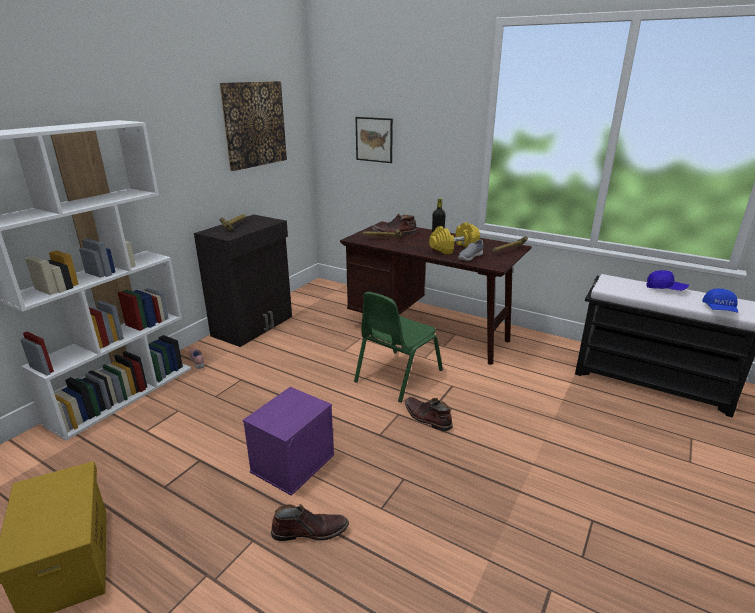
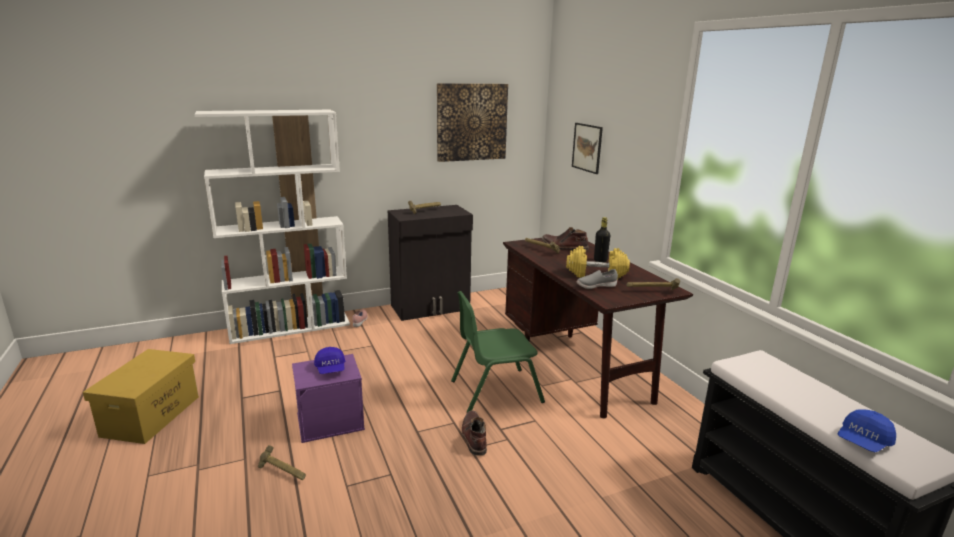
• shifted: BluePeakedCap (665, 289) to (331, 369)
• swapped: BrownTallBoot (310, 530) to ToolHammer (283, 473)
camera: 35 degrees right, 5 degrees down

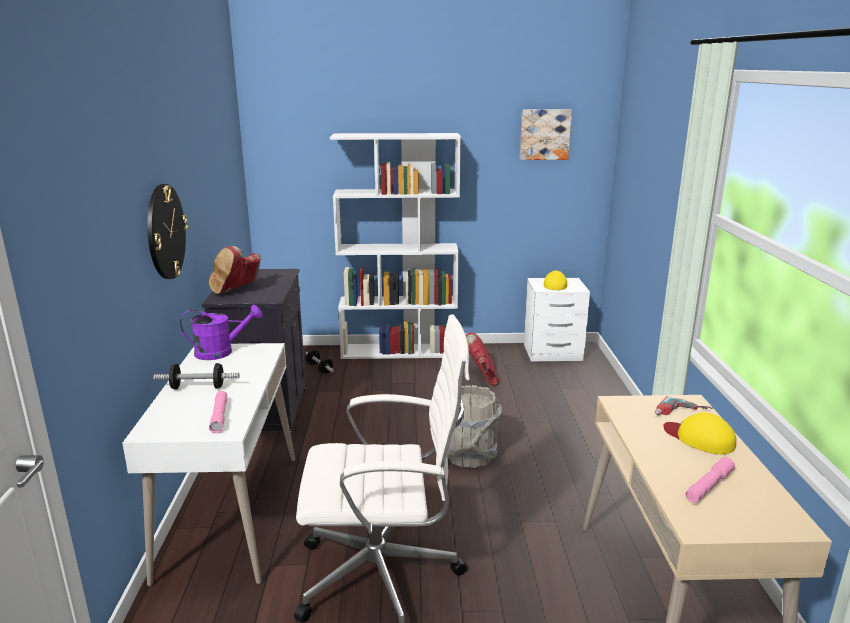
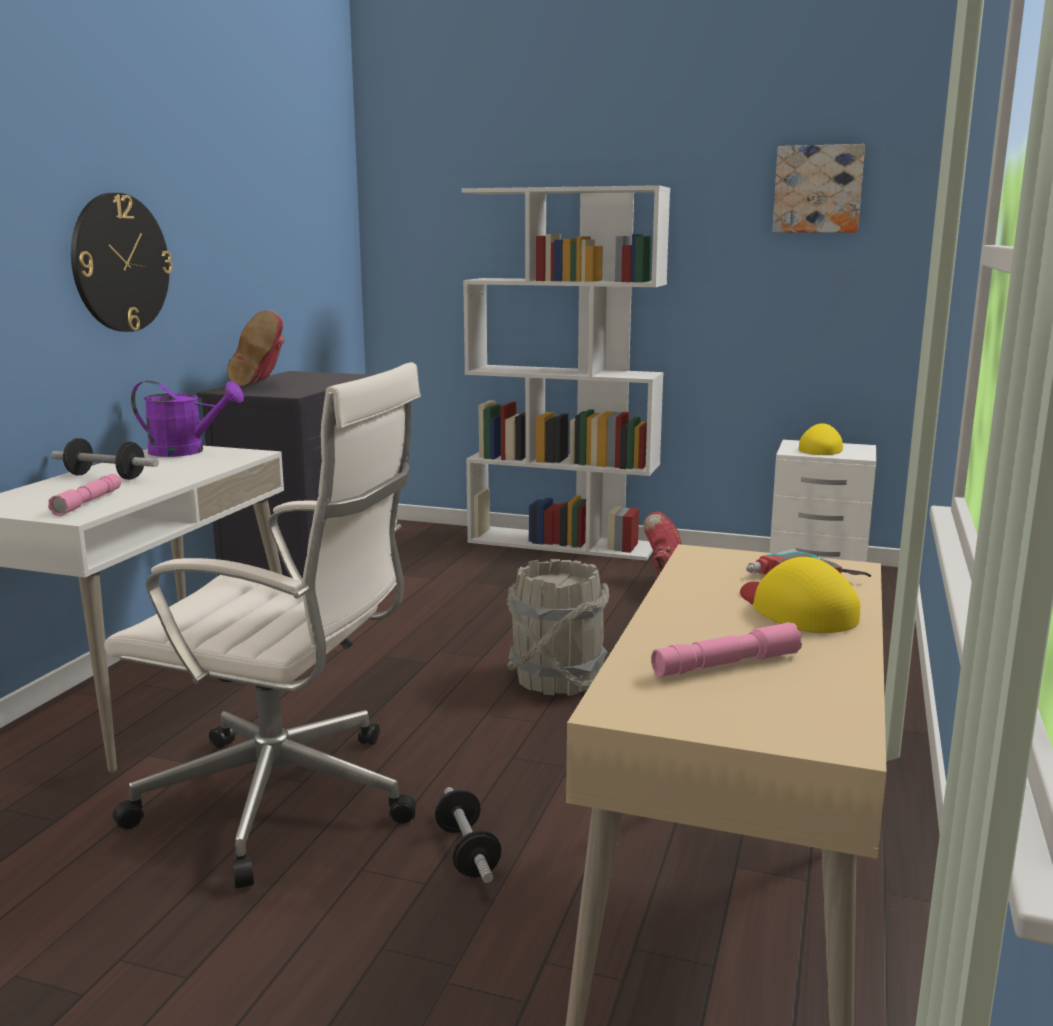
• shifted: FreeWeight (319, 368) to (467, 852)
• rotated: RedColouredTallBoot (237, 291) = (261, 386) 45 degrees counterclockwise
camera: 20 degrees right, 5 degrees down

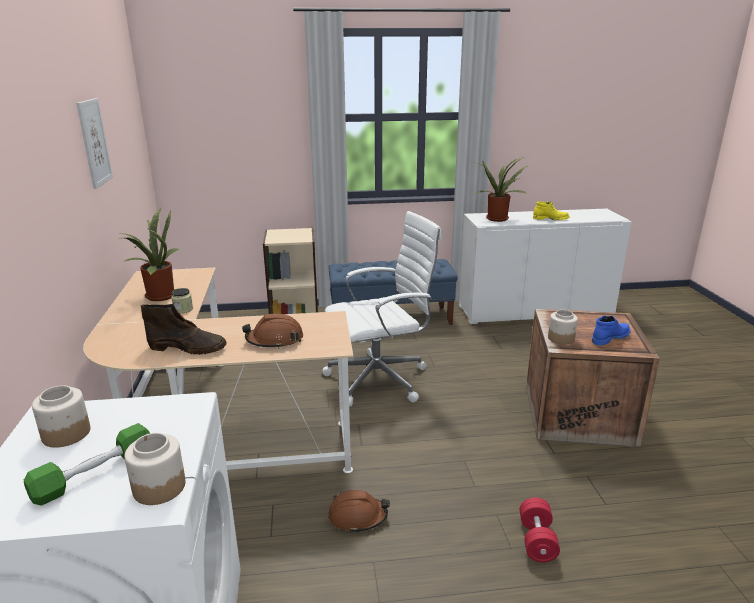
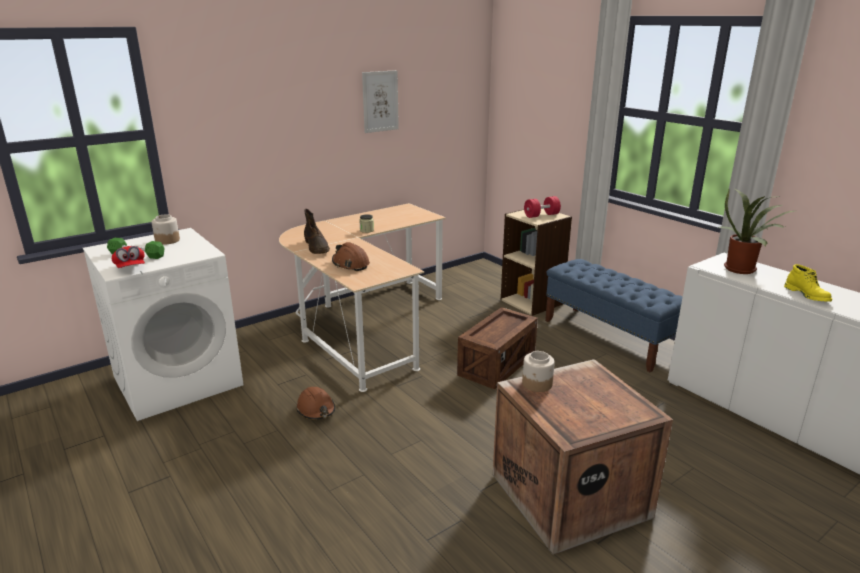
• gone: Houseplant (158, 295)
• gone: BlueTallBoot (609, 338)
• shifted: RedColouredFreeWeight (537, 540) to (541, 215)
• swapped: PreserveJar (159, 487) to RedColouredPeakedCap (130, 268)
• swapped: WhiteComputerChair (380, 379) to Crate (497, 365)
camera: 60 degrees right, 0 degrees up

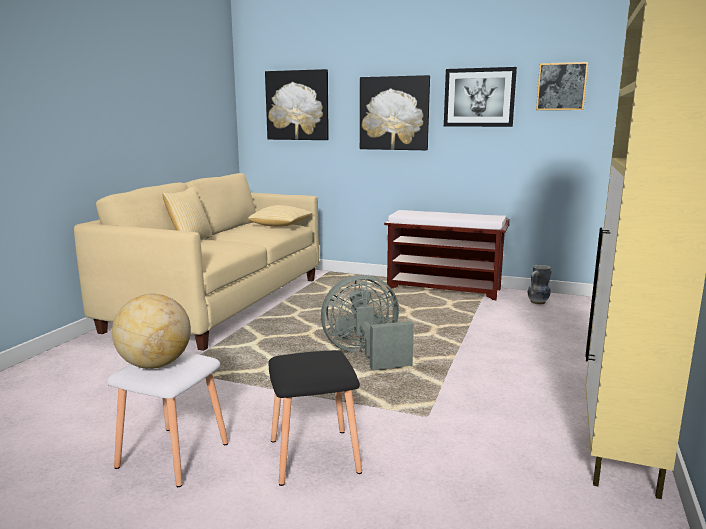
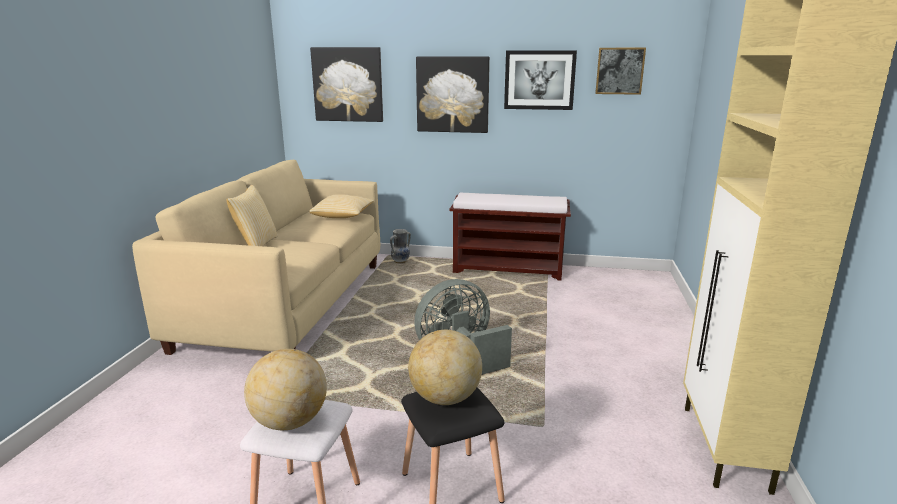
• new: Globe (445, 398)
• shifted: FlowerVase (538, 302) to (400, 262)
camera: 10 degrees left, 5 degrees up

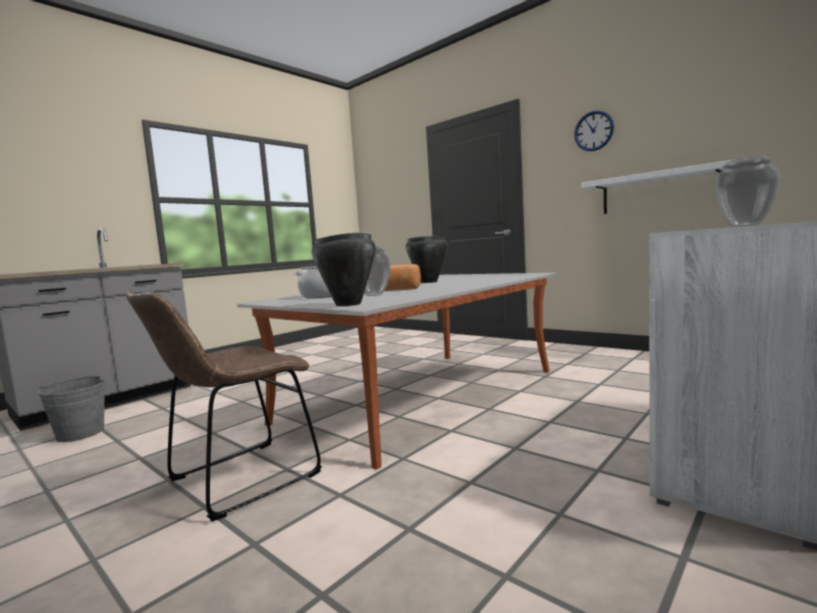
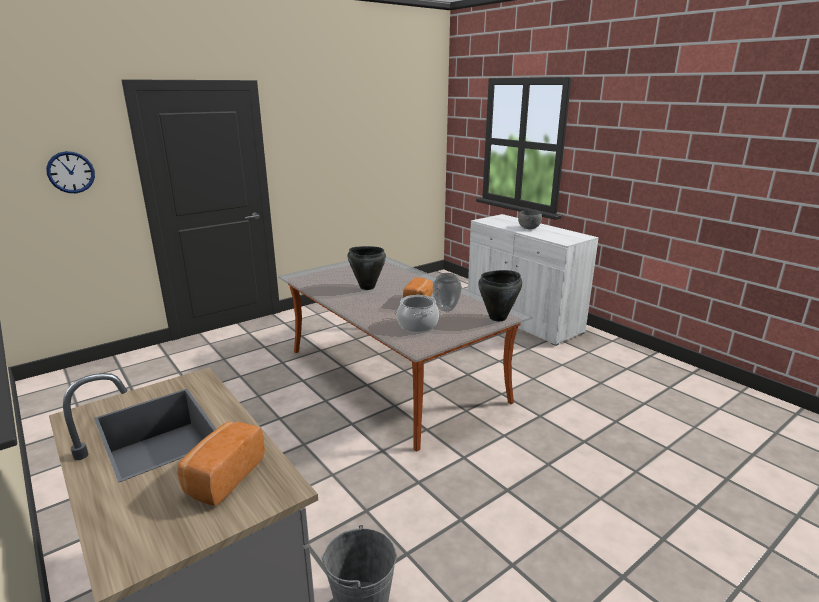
• gone: BrownPlainChair (237, 480)
• gone: WhiteShelf (658, 191)
• new: Bread (222, 477)
• shifted: WallClock (593, 131) to (71, 172)
• swapped: FlowerVase (745, 226) to GreyServingBowl (529, 228)
camera: 80 degrees left, 15 degrees up

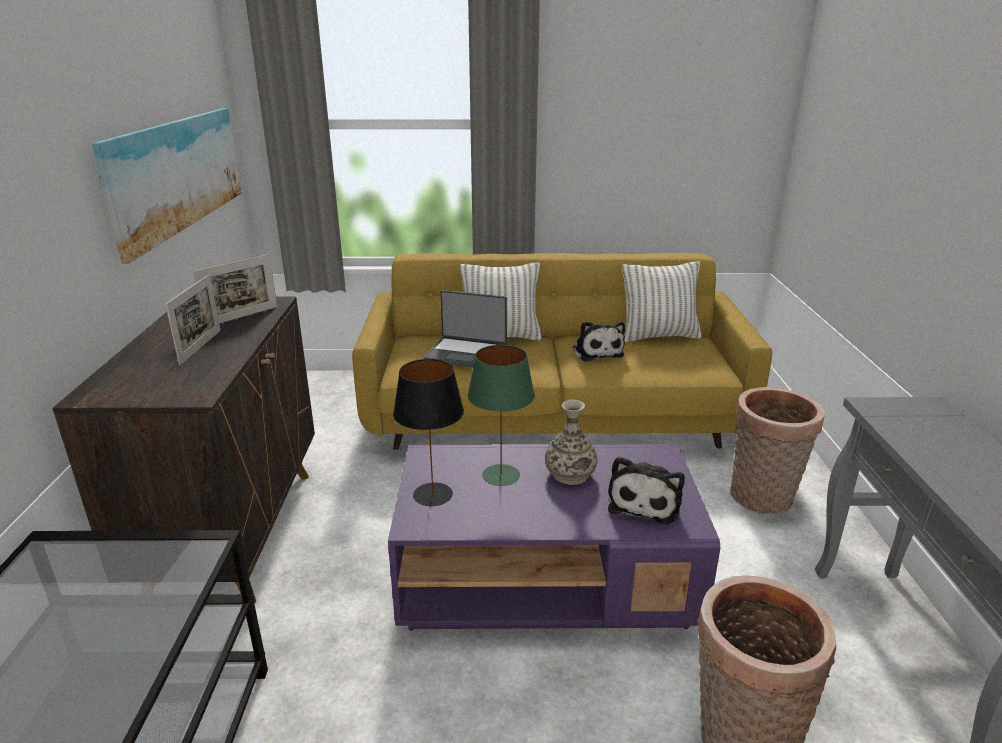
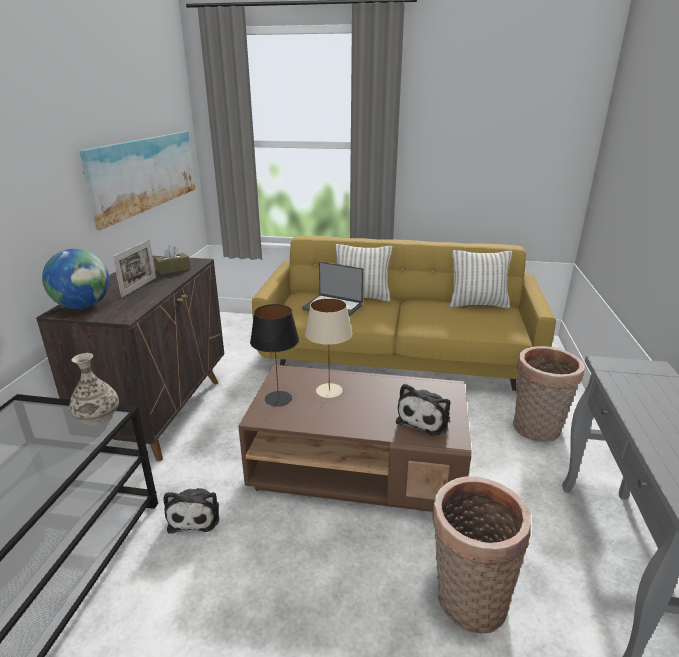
• new: Globe (83, 306)
• shifted: FlowerVase (570, 474) to (97, 416)
• shifted: CuddlyToy (596, 352) to (195, 515)
• swapped: StandingFrame (242, 316) to BrownTissueBox (173, 269)
• repainted: PurpleColouredCoffeeTable (545, 578) to BrownCoffeeTable (358, 467)
• repainted: GreenLampForATable (501, 475) to SandColouredLampForATable (329, 391)
camera: 10 degrees right, 0 degrees up

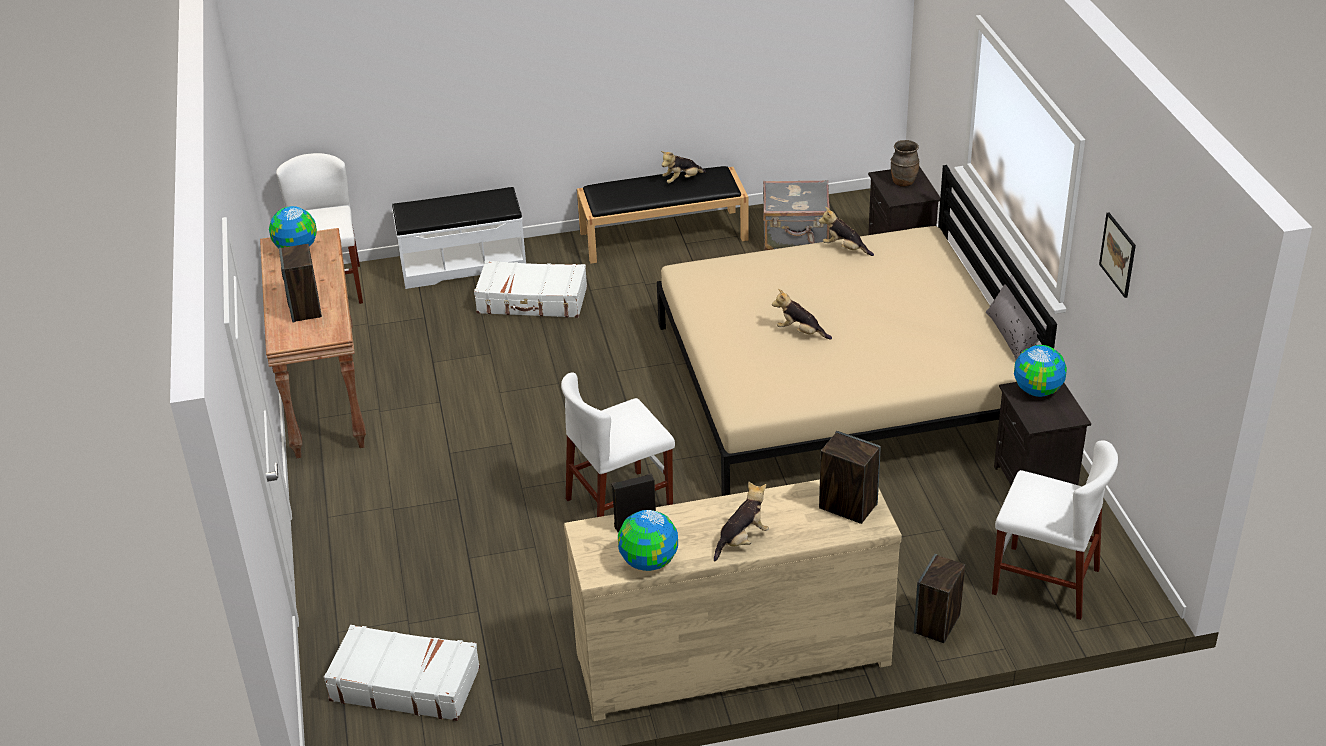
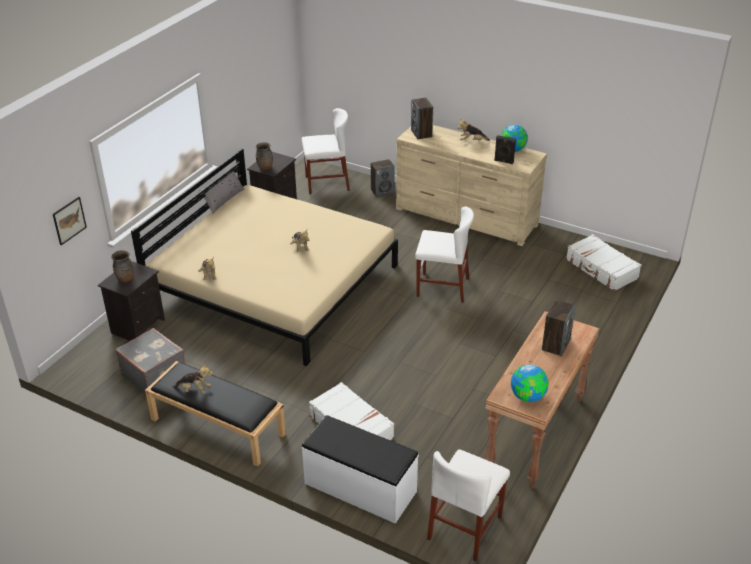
• shifted: WallPicture (1118, 254) to (69, 220)
• swapped: Globe (1037, 390) to BrownFlowerVase (265, 168)
• rotated: WhitePlainChair (1045, 581) = (327, 183) 105 degrees clockwise
camera: 140 degrees left, 0 degrees up

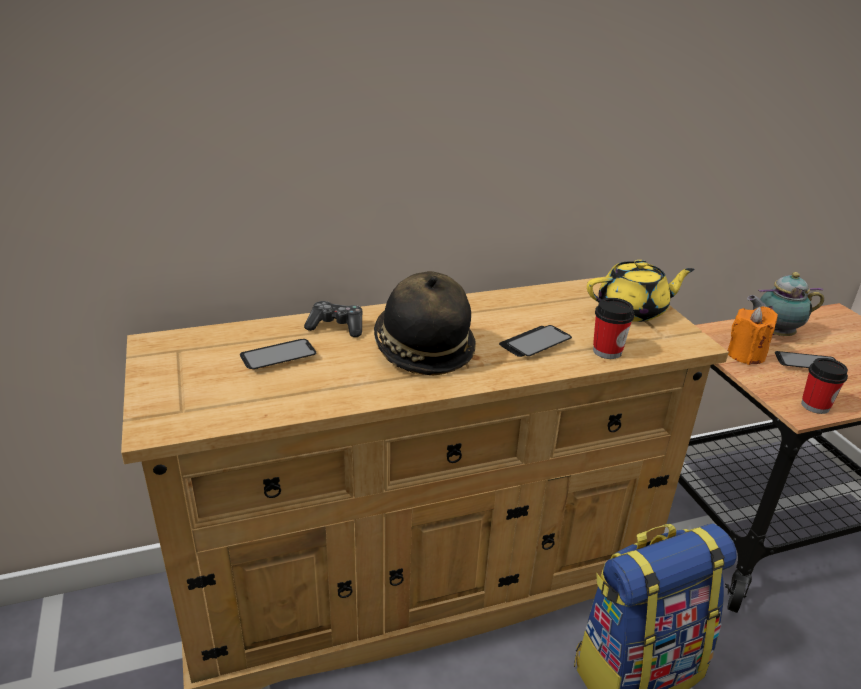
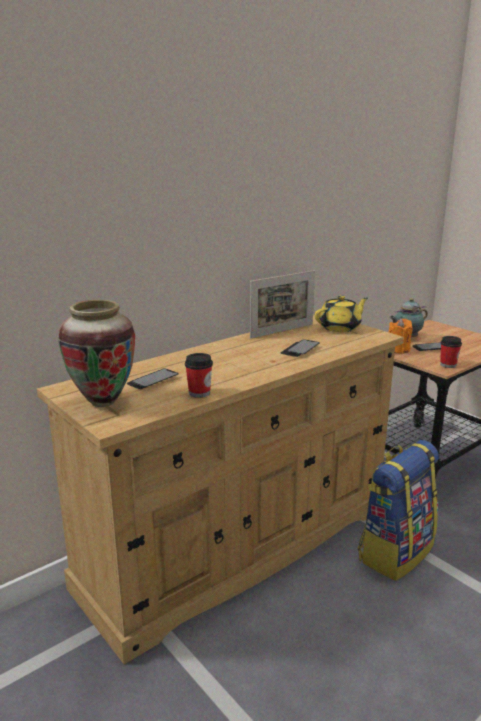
• gone: GameController (337, 327)
• gone: Hat (422, 349)
• new: FlowerVase (103, 402)
• new: StandingFrame (282, 331)
• shifted: SmallCup (607, 351) to (199, 393)
camera: 20 degrees left, 10 degrees down

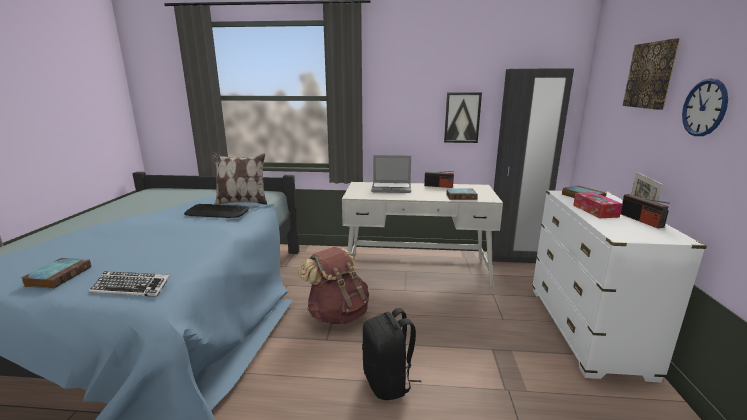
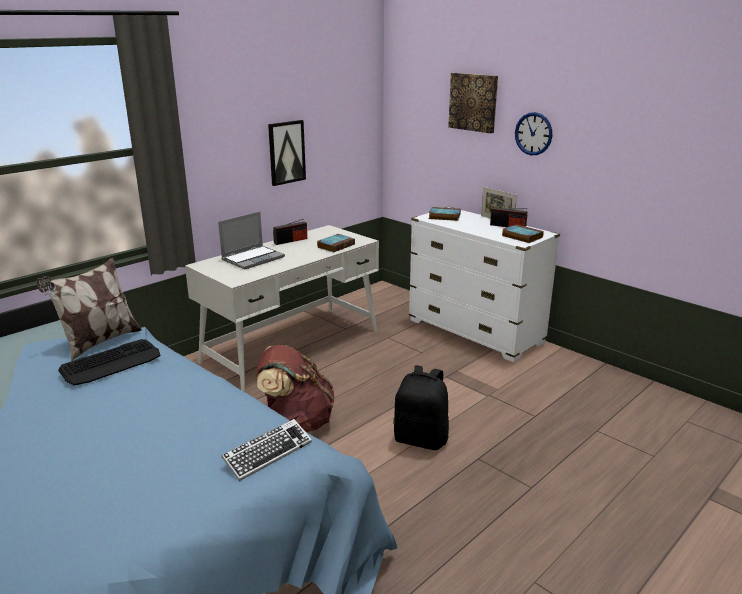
• gone: BlackArmoire (514, 258)
• gone: TissueBox (595, 211)
• shifted: BoundBook (59, 276) to (521, 236)
camera: 50 degrees left, 5 degrees up

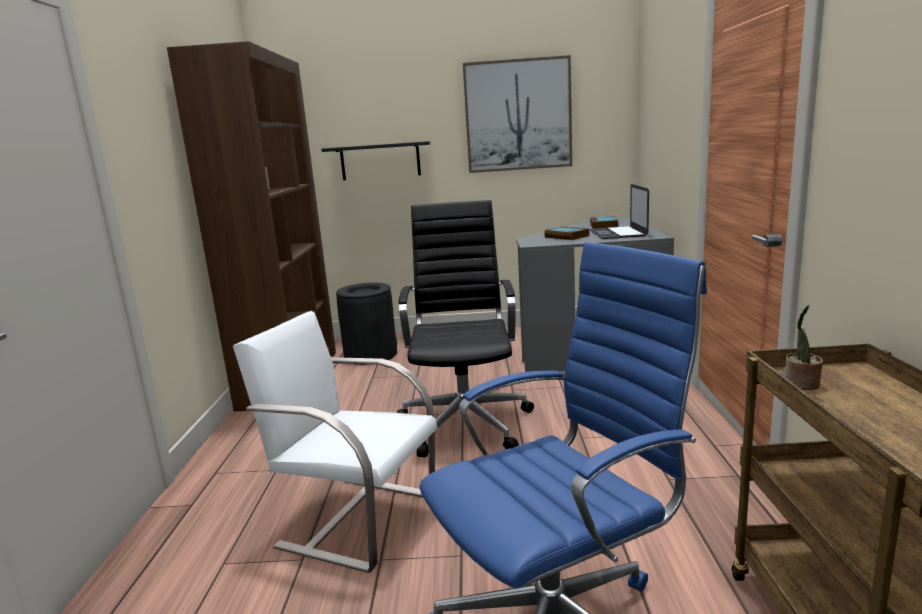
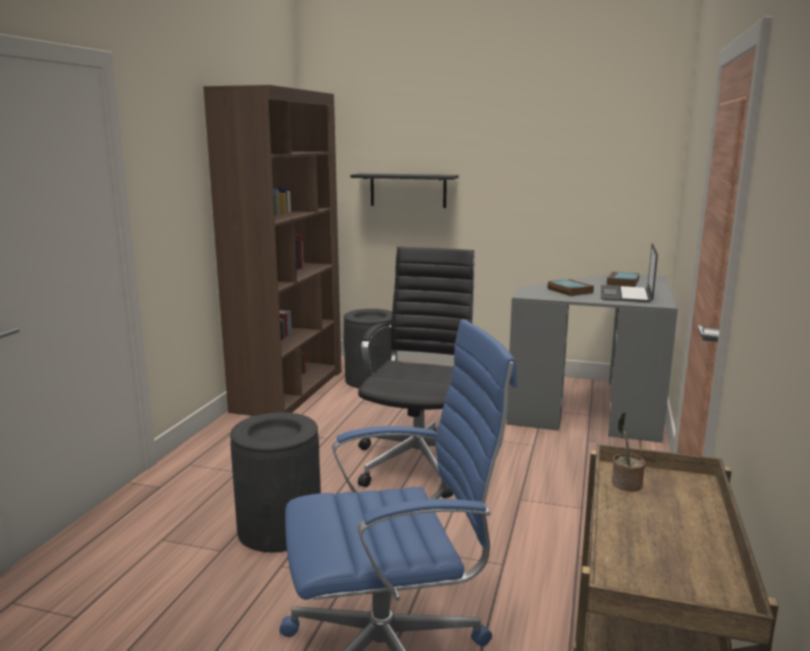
• gone: WallPicture (518, 115)
• swapped: WhitePlainChair (356, 518) to BlackTrashCan (280, 527)
camera: 15 degrees right, 0 degrees up

